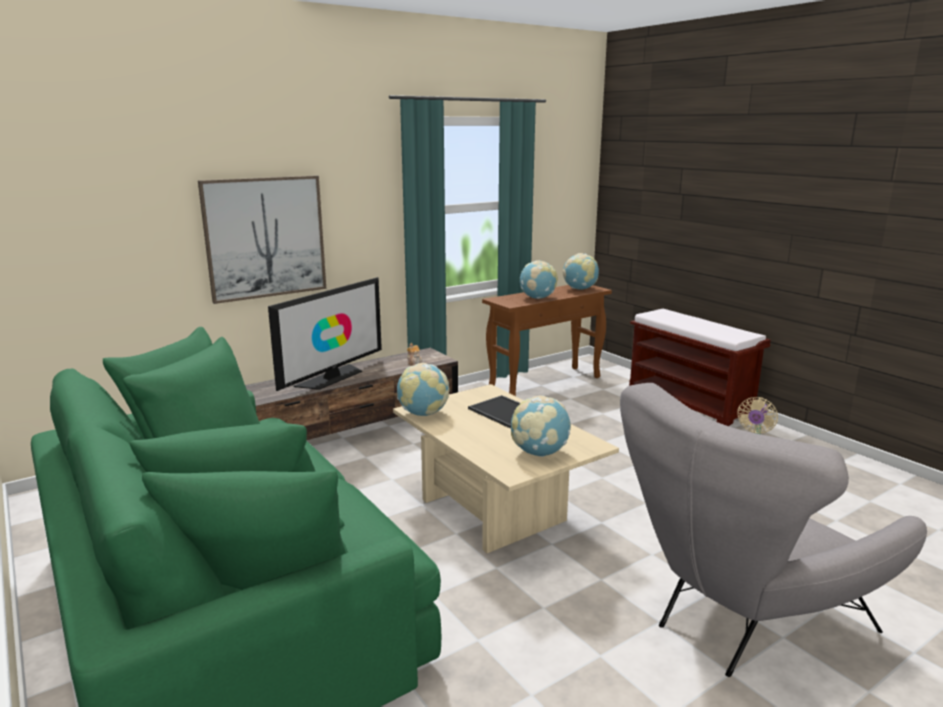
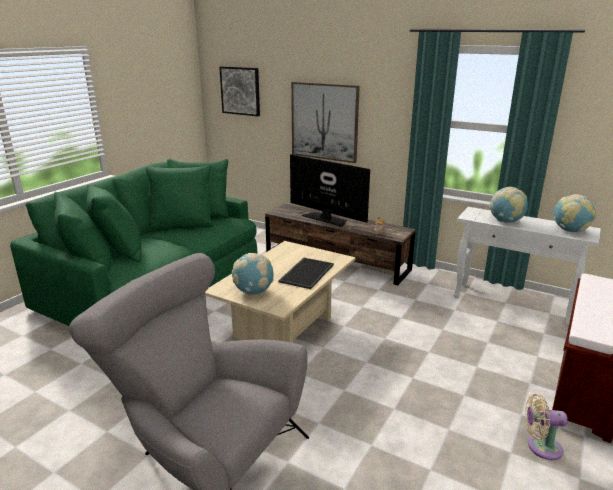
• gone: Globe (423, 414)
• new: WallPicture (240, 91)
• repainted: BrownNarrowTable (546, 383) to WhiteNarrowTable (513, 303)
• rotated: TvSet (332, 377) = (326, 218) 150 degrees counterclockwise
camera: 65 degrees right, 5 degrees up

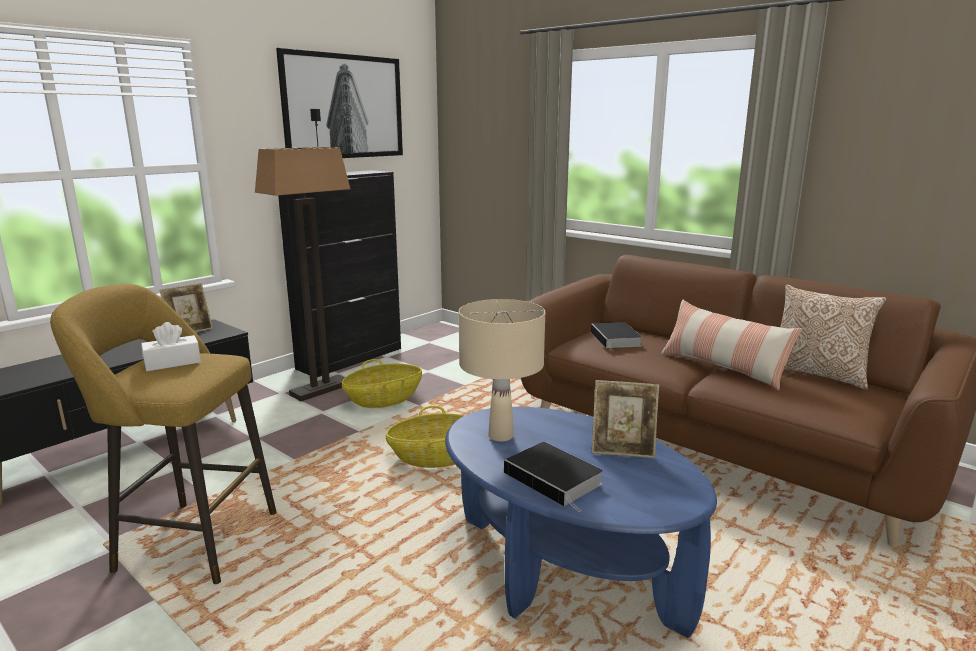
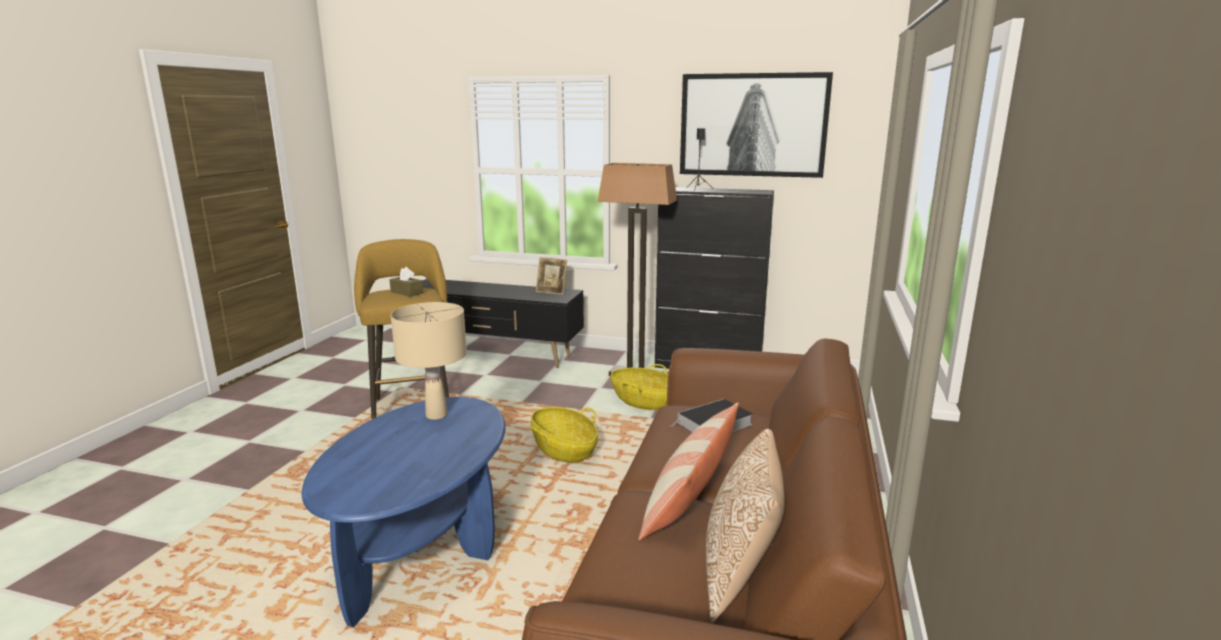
• gone: BoundBook (555, 479)
• gone: StandingFrame (622, 450)
• repainted: WhiteTissueBox (172, 363) to BrownTissueBox (406, 292)
camera: 65 degrees right, 0 degrees up

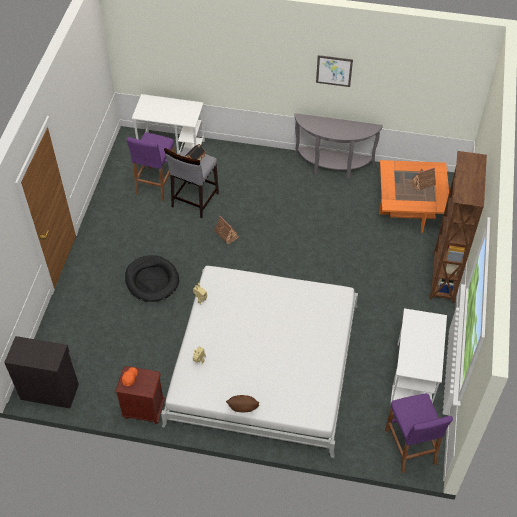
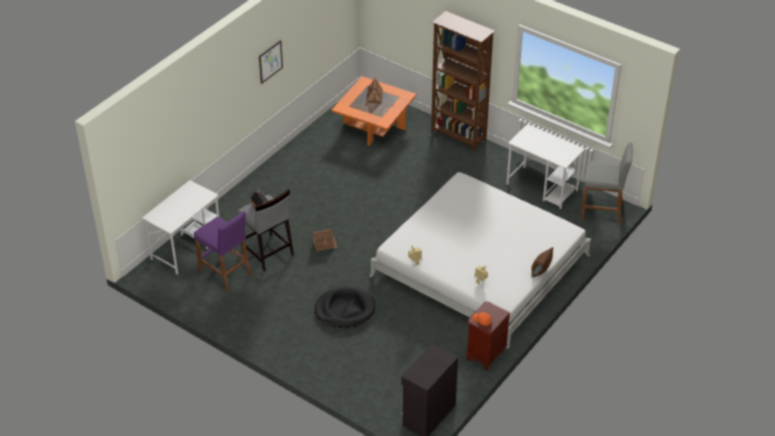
• gone: GreyNarrowTable (333, 166)
• repainted: PurpleColouredStool (410, 447) to GreyStool (602, 211)
camera: 65 degrees left, 10 degrees down

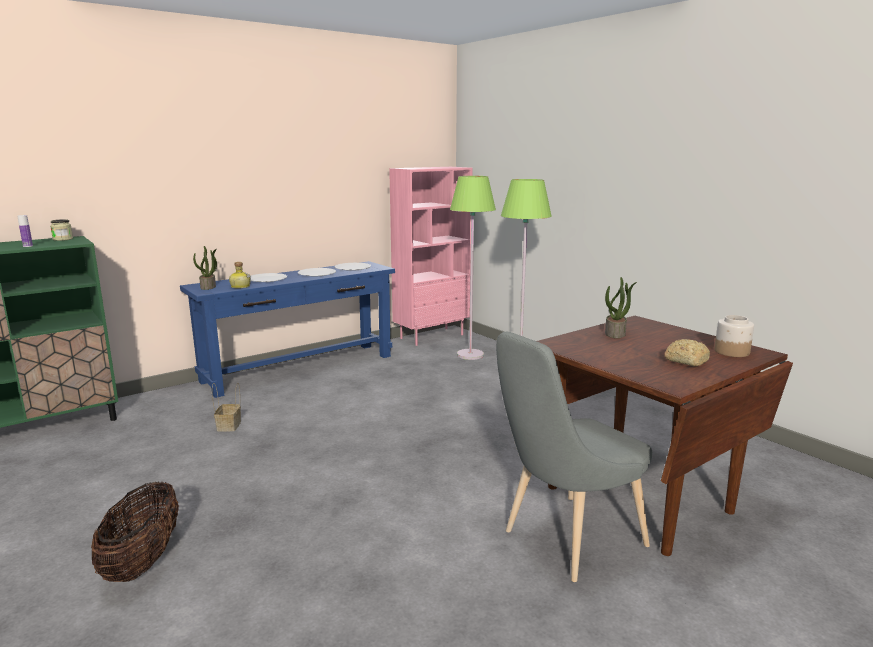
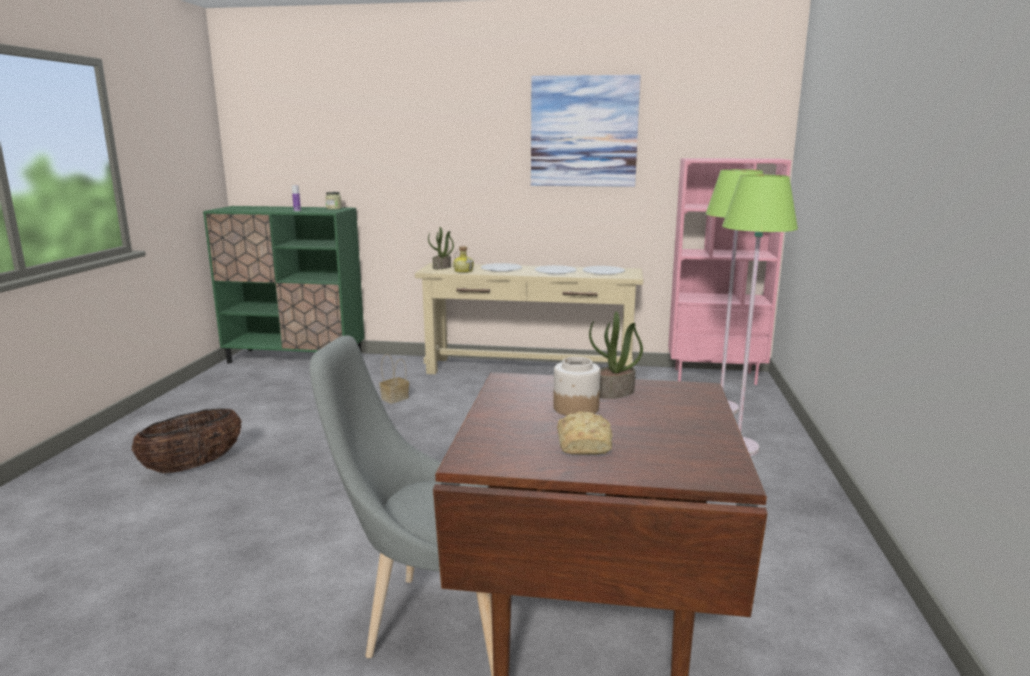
• new: WallPicture (584, 132)
• shifted: PreserveJar (731, 352) to (575, 408)
• repainted: BlueNarrowTable (300, 368) to SandColouredNarrowTable (529, 370)
camera: 45 degrees right, 0 degrees up

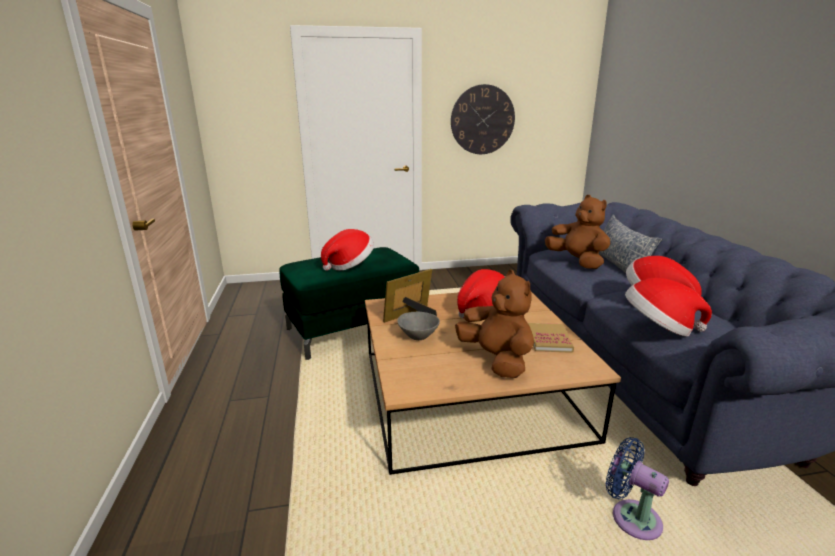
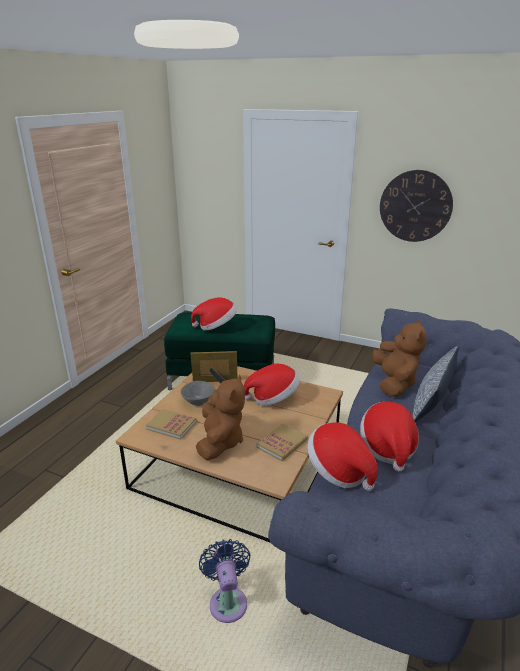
• new: BoundBook (171, 425)
camera: 35 degrees right, 5 degrees up

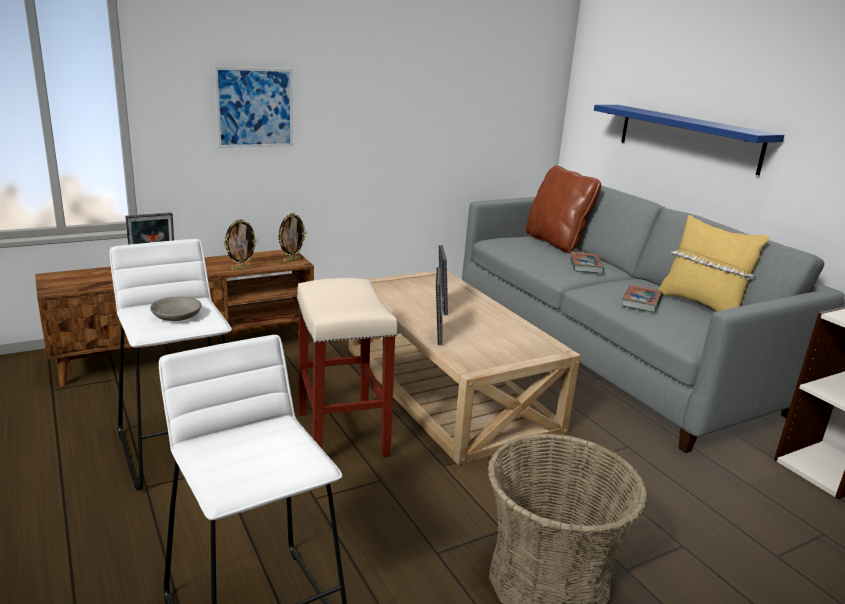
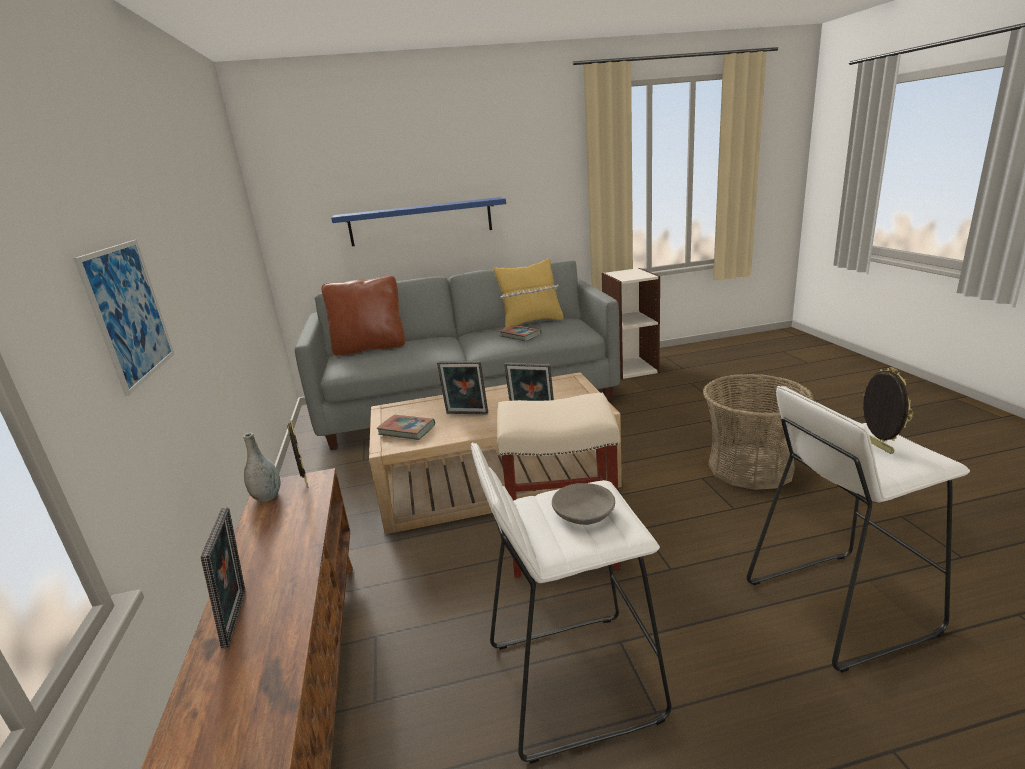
• new: GreyFlowerVase (267, 497)
• shifted: StandingFrame (241, 268) to (877, 447)
• shifted: BoundBook (586, 266) to (407, 430)
camera: 70 degrees left, 0 degrees up

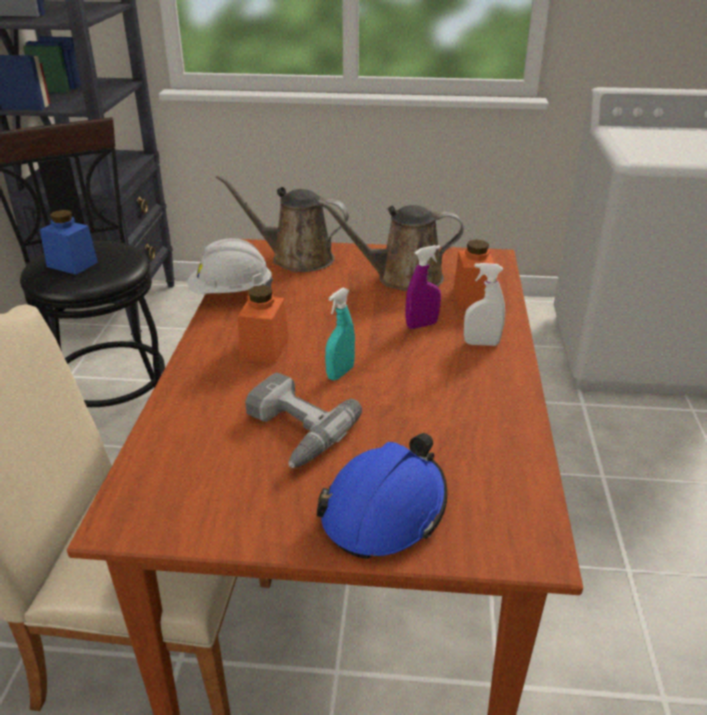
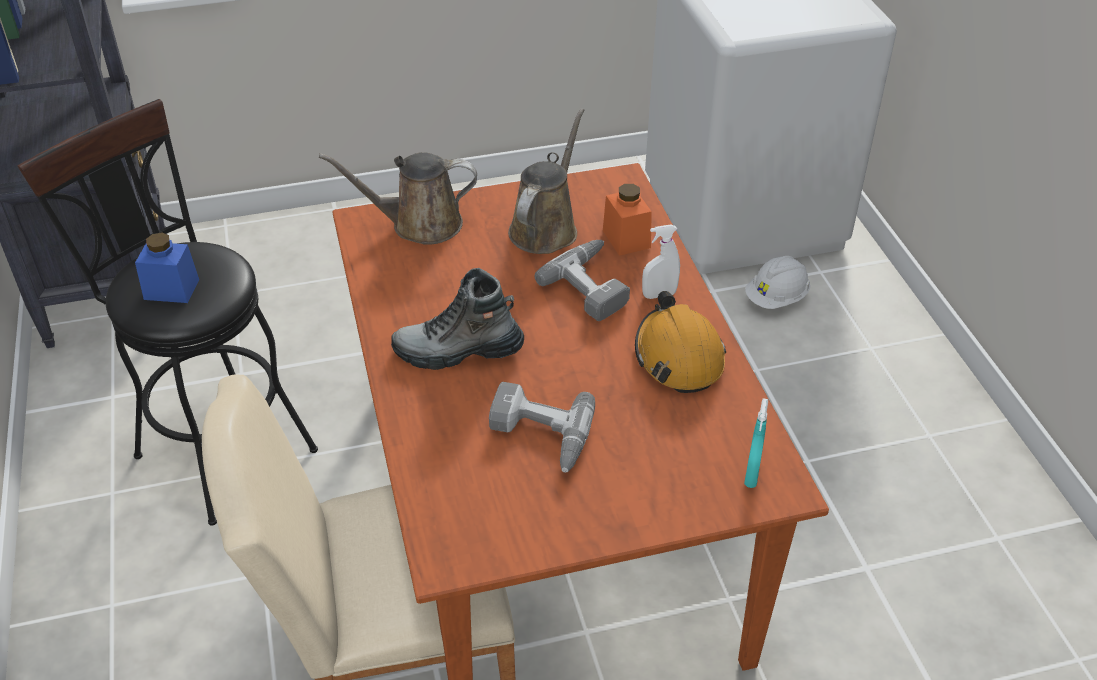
• gone: BlueWorkHelmet (385, 510)
• new: OrangeColouredWorkHelmet (678, 356)
• shifted: WhiteWorkHelmet (231, 293) to (776, 298)
• shifted: TurquoiseHandSprayer (340, 373) to (751, 475)
• swapped: OrangeColouredPreserveJar (264, 348) to TallBoot (458, 351)
• swapped: PurpleColouredHandSprayer (422, 325) to ElectricDrill (594, 285)
• rotated: BrownSprinklingCan (403, 278) = (546, 228) 135 degrees clockwise
camera: 20 degrees left, 10 degrees up

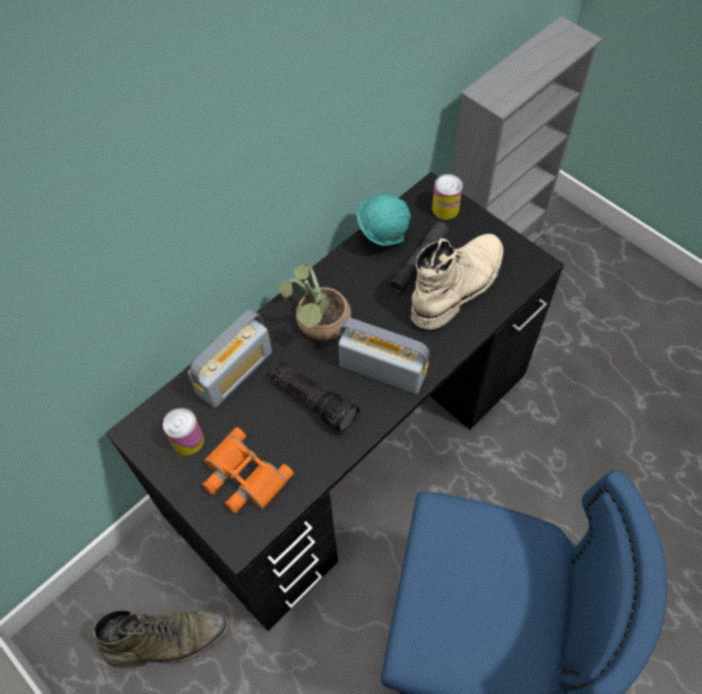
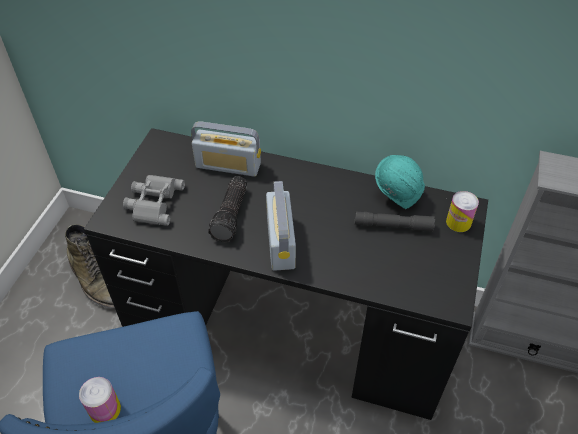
• gone: Houseplant (319, 325)
• gone: SandColouredTallBoot (458, 286)
• shifted: SealedCan (188, 440) to (105, 409)
• repainted: OrangeColouredBinoculars (242, 477) to GreyBinoculars (153, 202)
camera: 60 degrees right, 10 degrees down

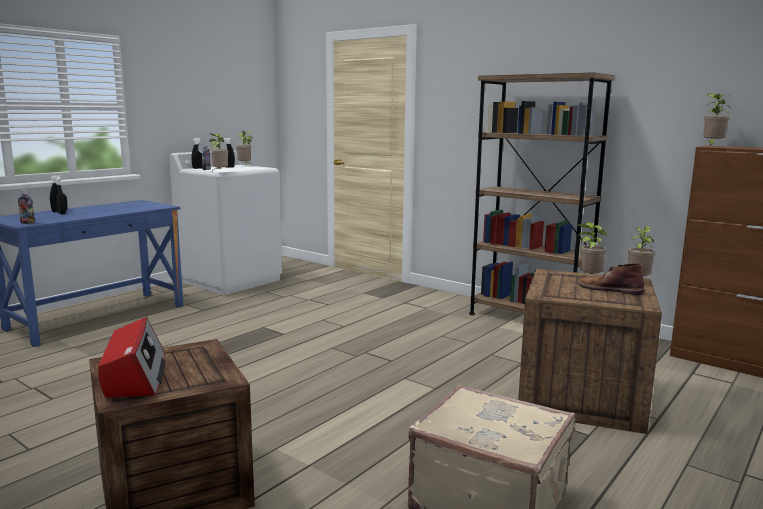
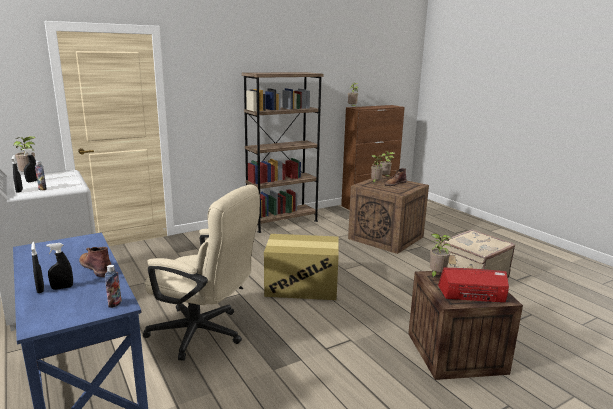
• new: BrownTallBoot (96, 267)
• new: SandColouredComputerChair (204, 334)
• new: CardboardBox (301, 286)
• shifted: Houseplant (219, 172) to (436, 275)
camera: 70 degrees left, 5 degrees up

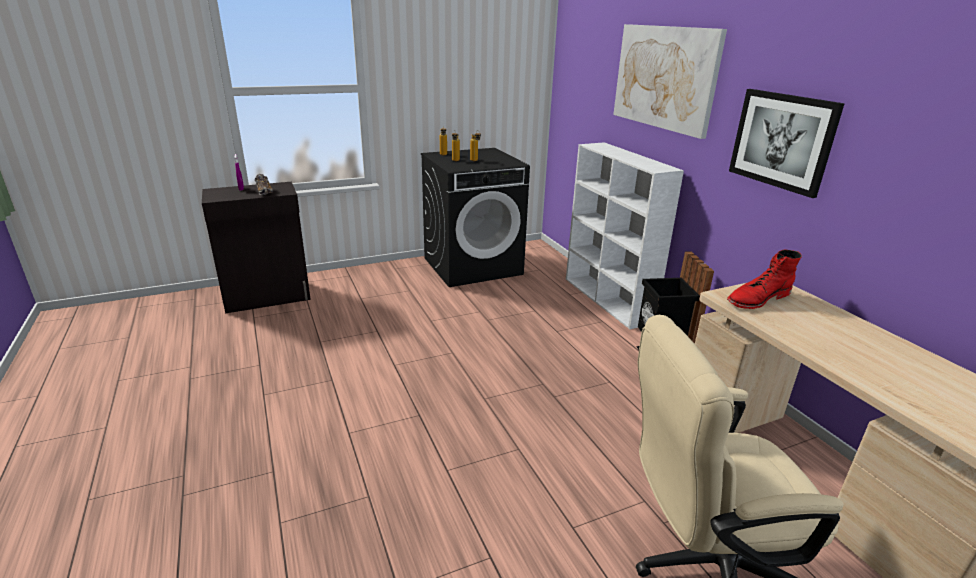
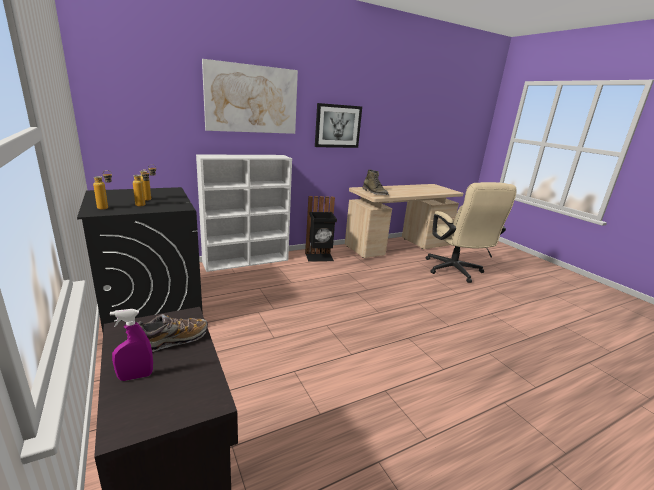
• repainted: RedColouredTallBoot (757, 299) to GreenTallBoot (374, 193)
camera: 95 degrees left, 5 degrees down

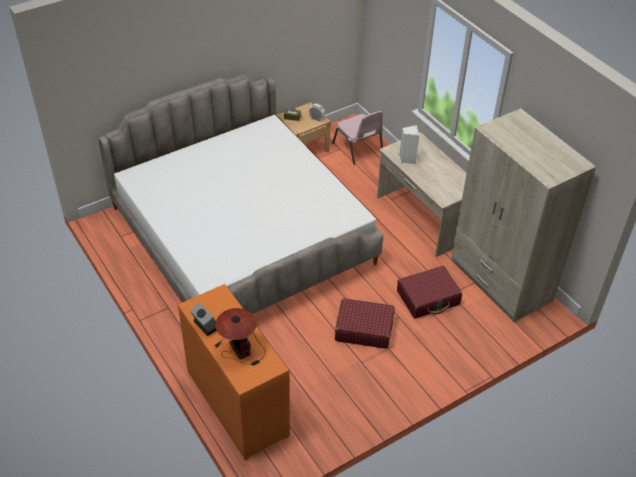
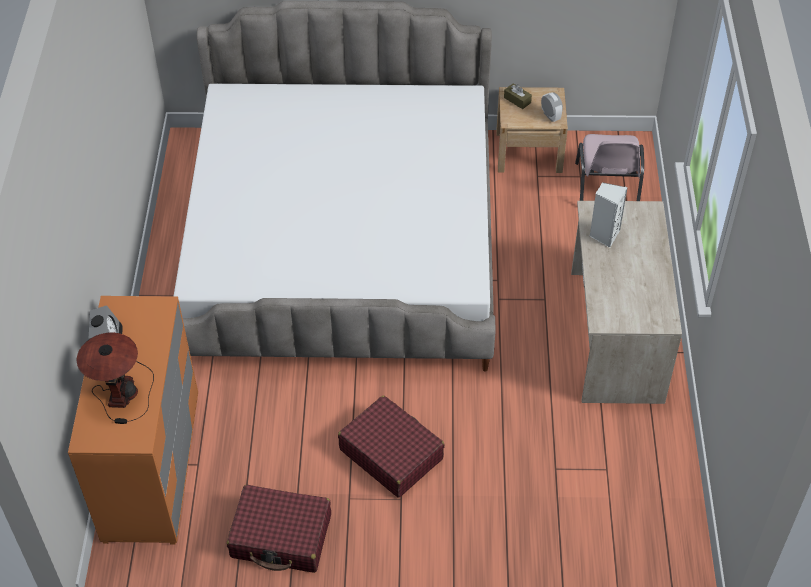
• gone: SandColouredArmoire (500, 281)
• shifted: RedColouredSuitcase (428, 298) to (281, 536)
camera: 35 degrees right, 5 degrees up

